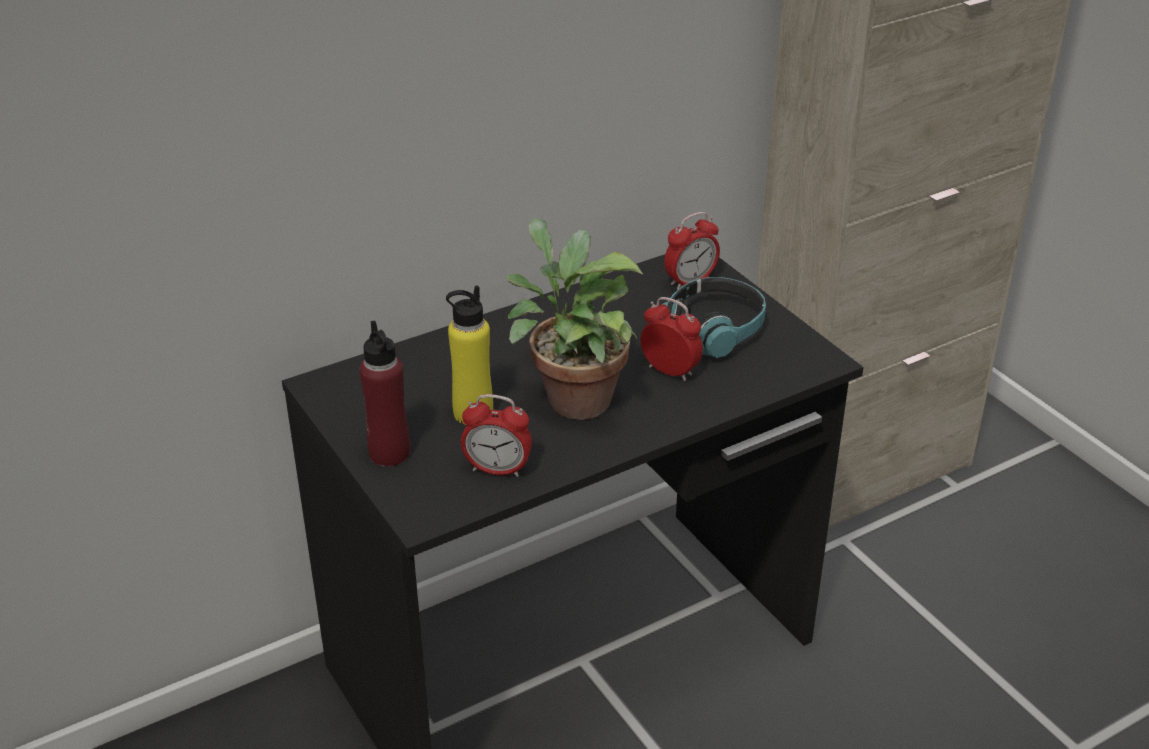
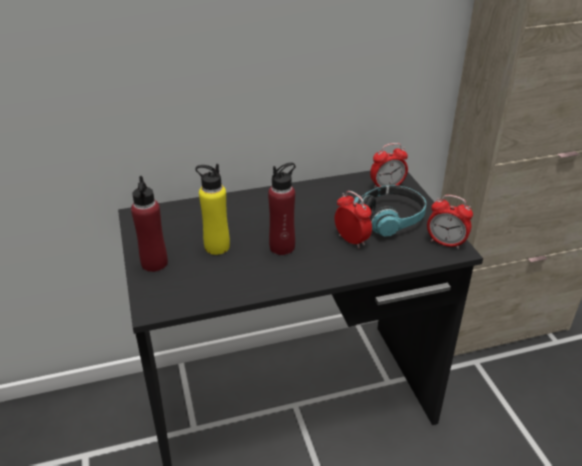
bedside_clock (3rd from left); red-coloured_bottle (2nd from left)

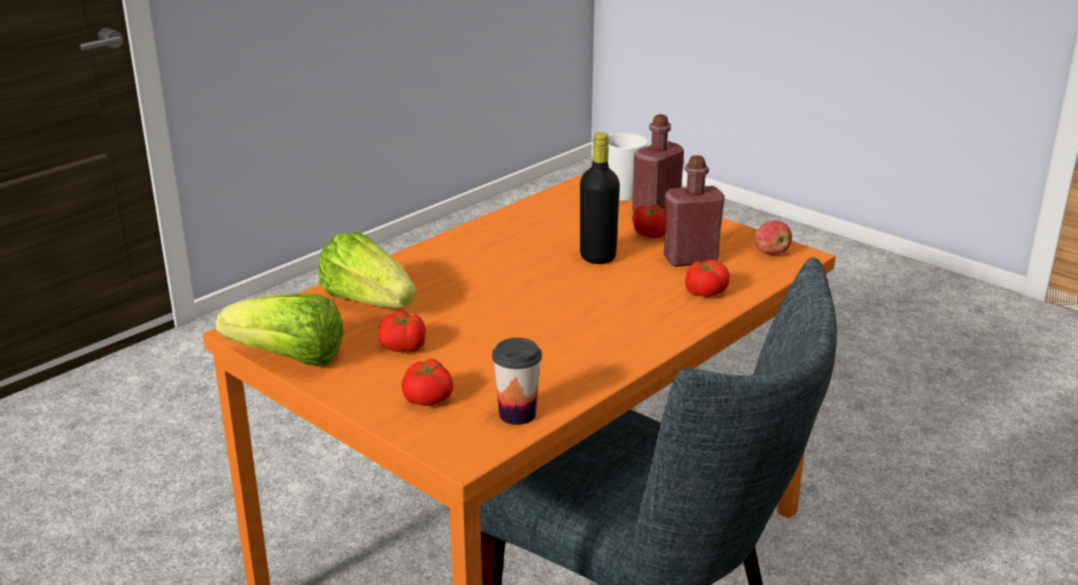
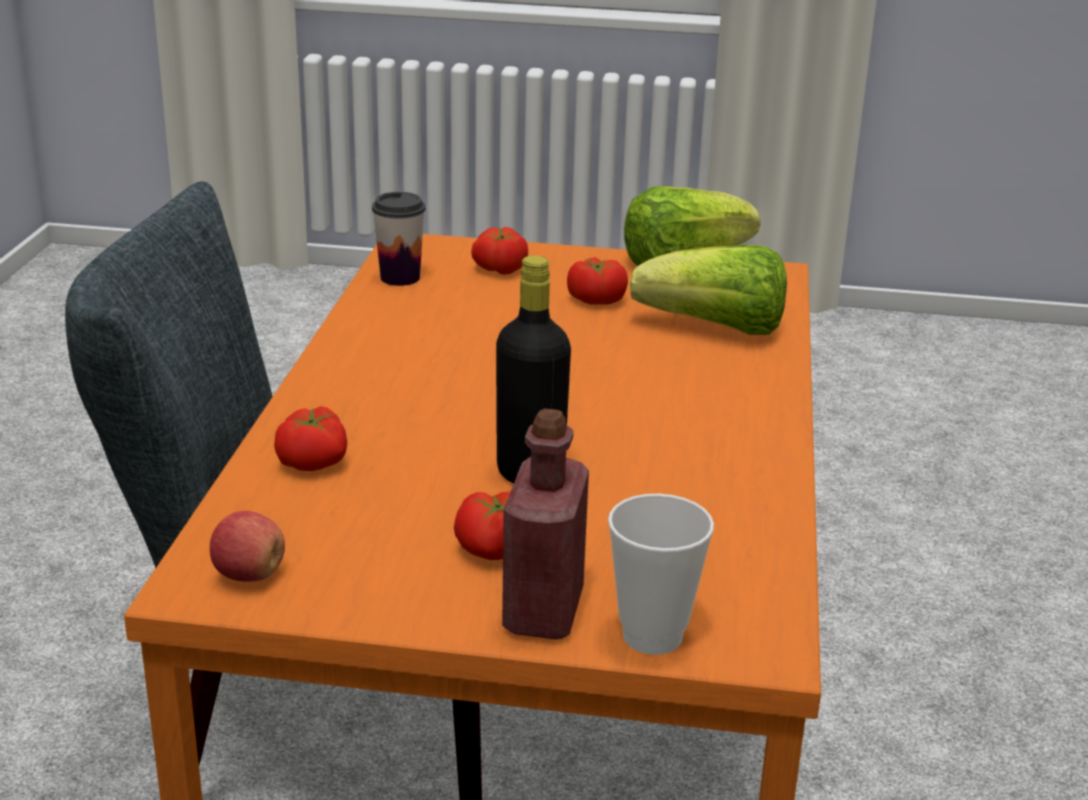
red-coloured_bottle (2nd from left in the first image)

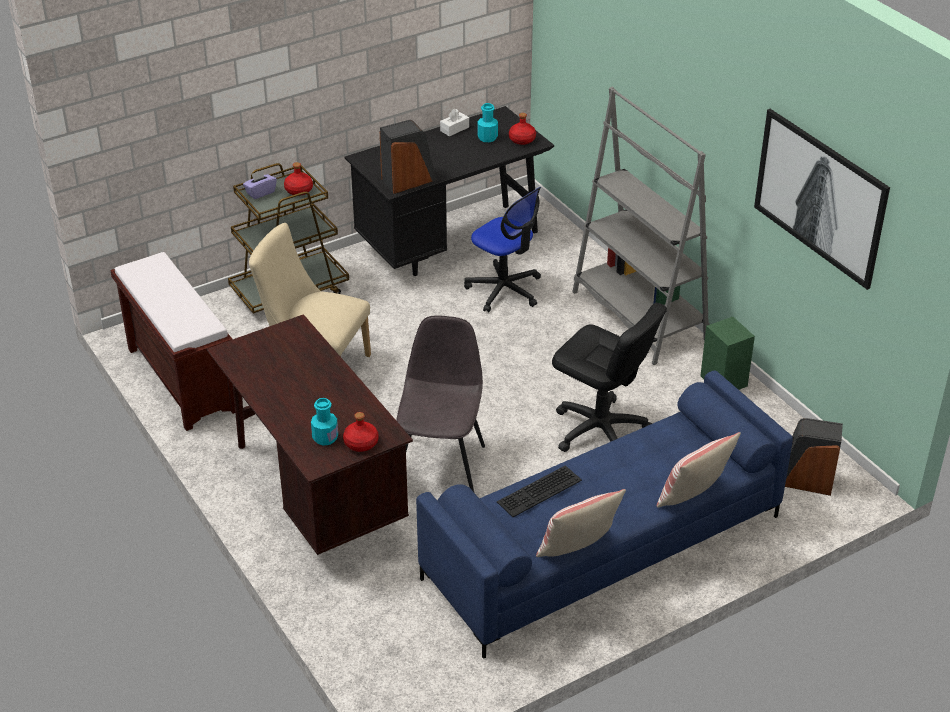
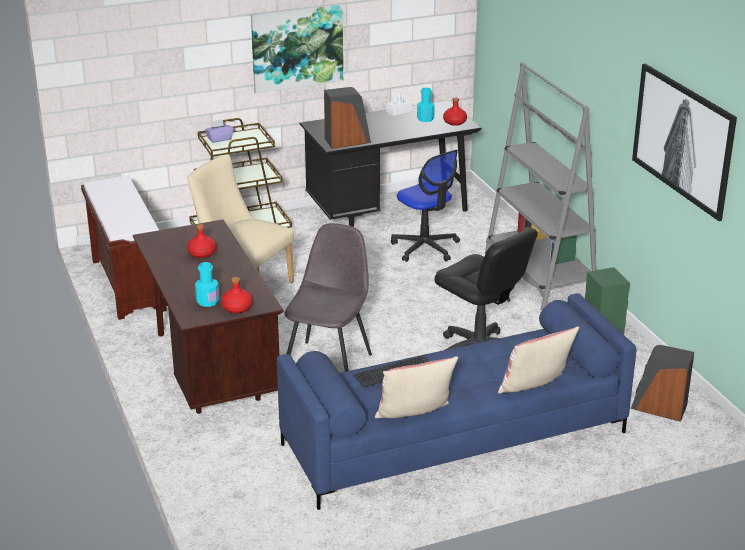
red-coloured_bottle (1st from left); wall_picture (1st from left)

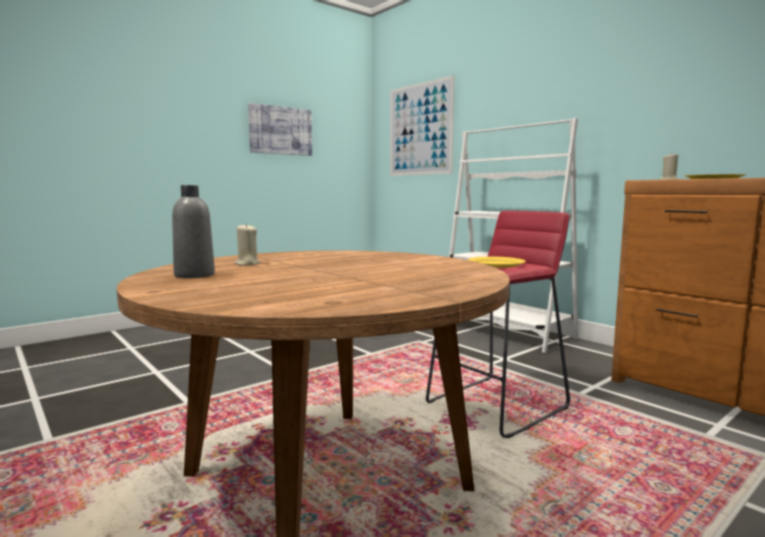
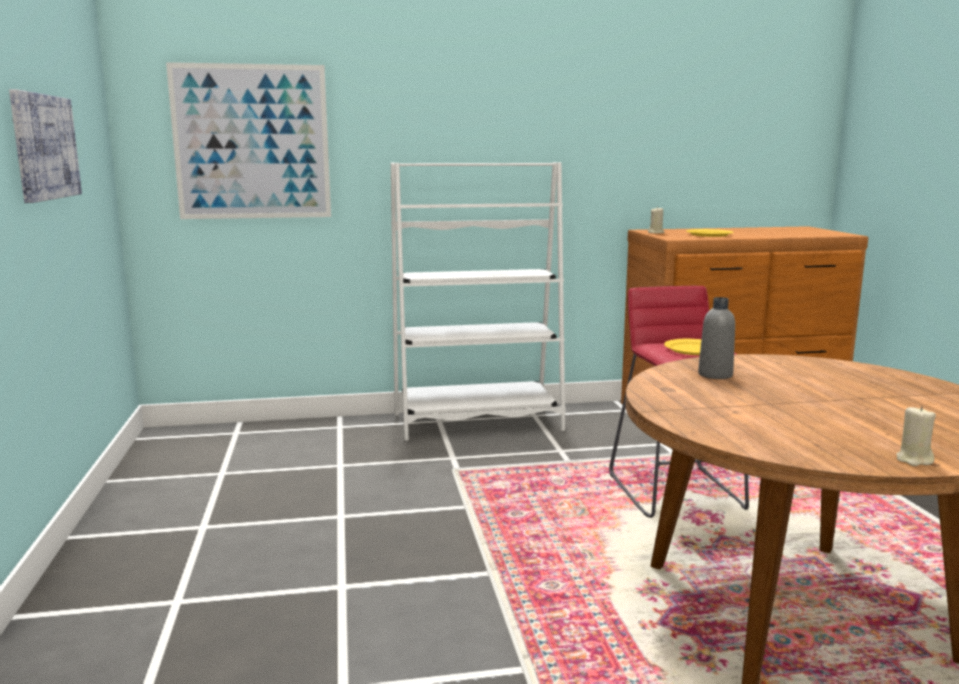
gray_bottle; beige-coloured_wax_light (2nd from left)

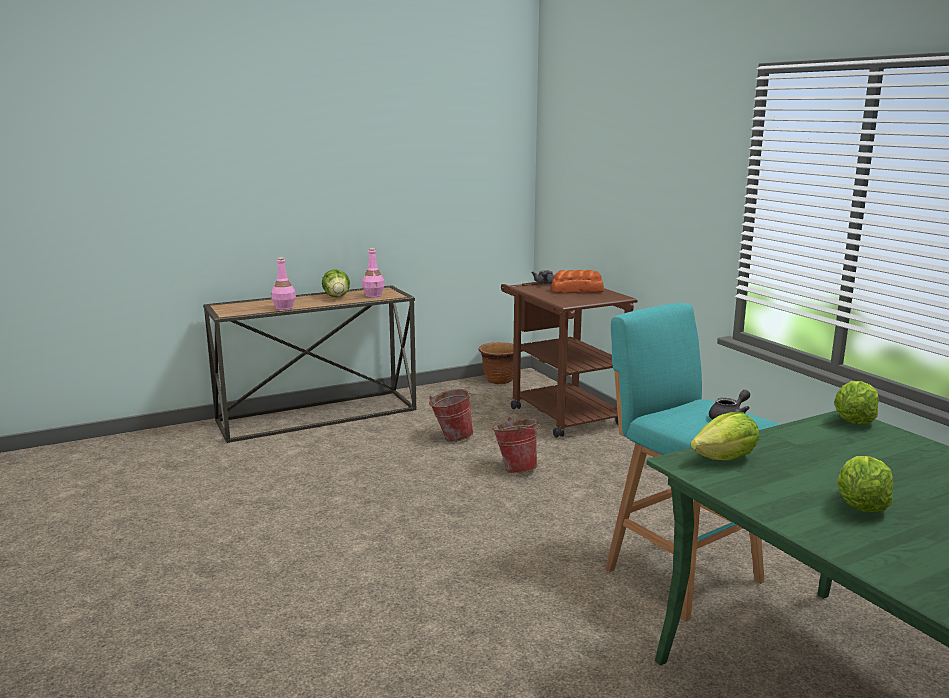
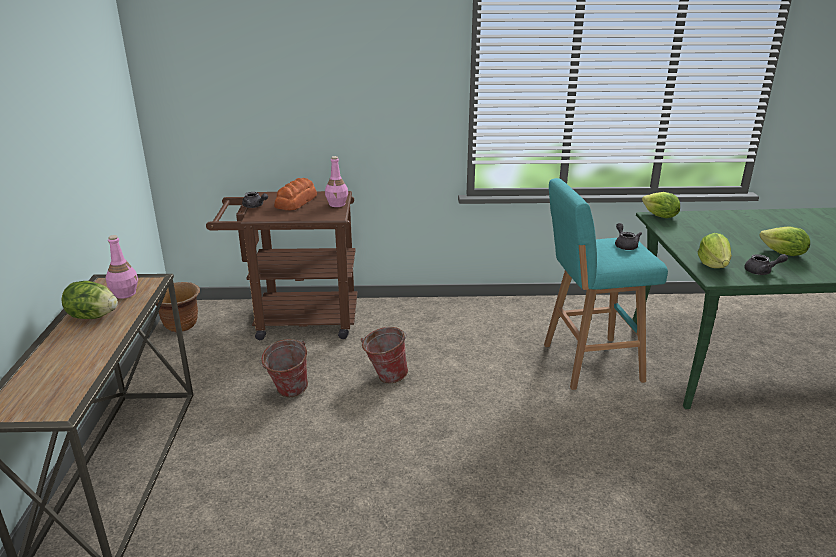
pink-coloured_bottle (2nd from left); gray_pot_for_tea (3rd from left)

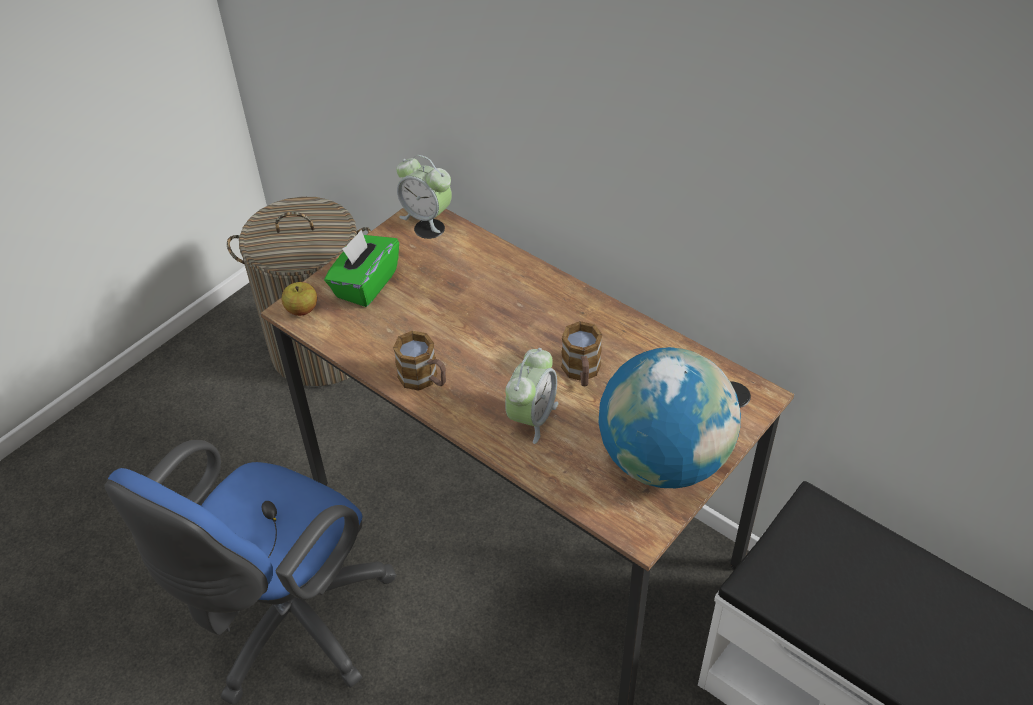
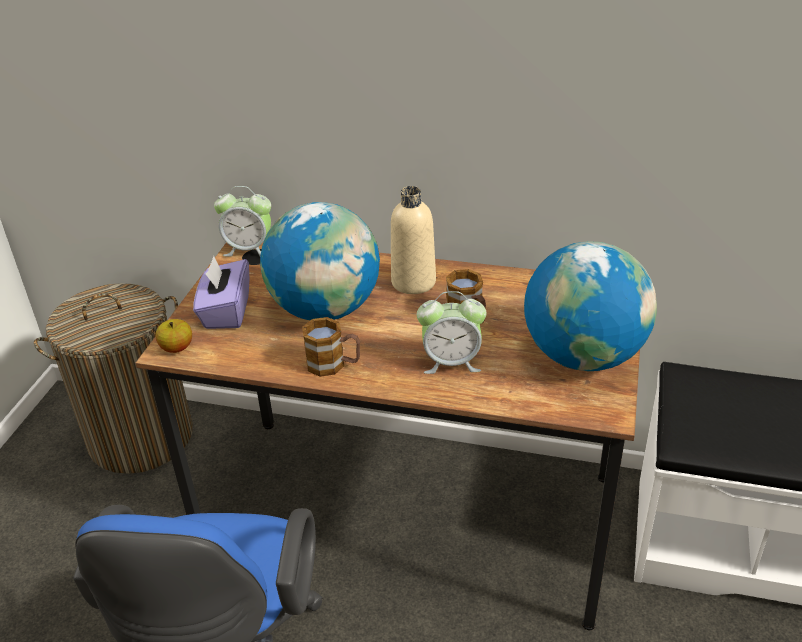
purple-coloured_tissue_holder; bedside_clock (2nd from left); world_globe (1st from left); beige-coloured_bottle

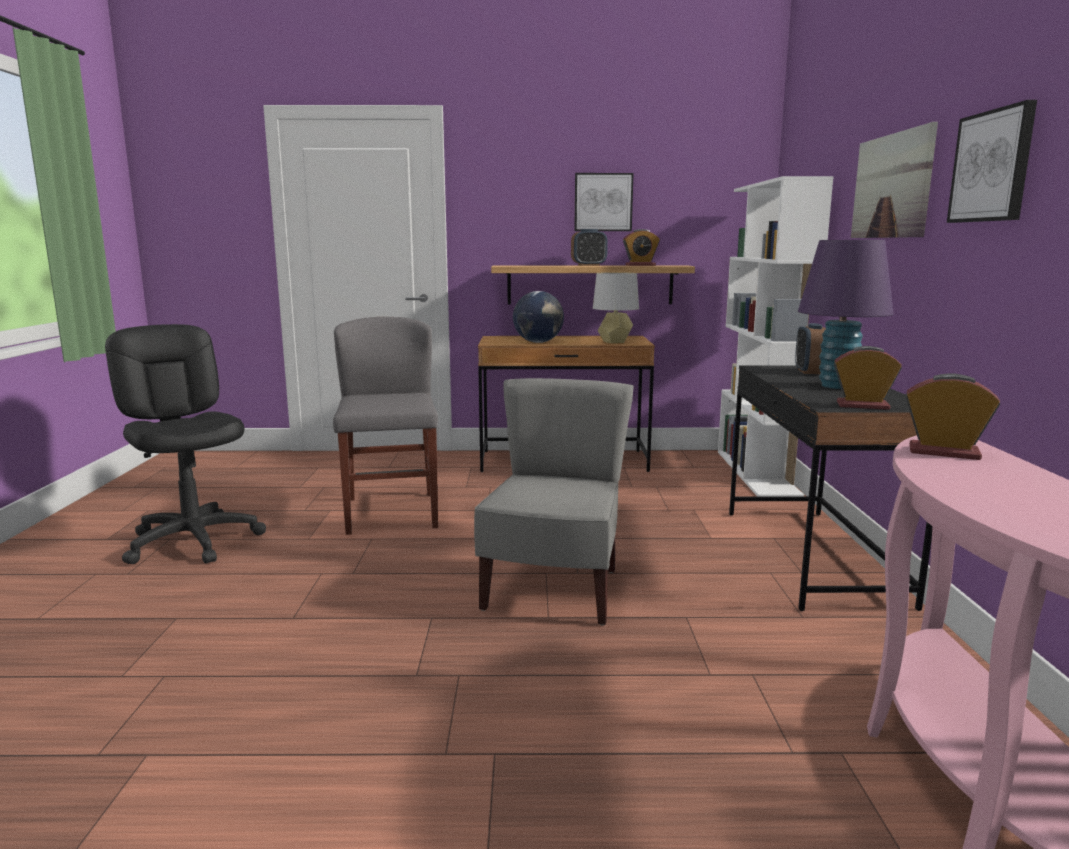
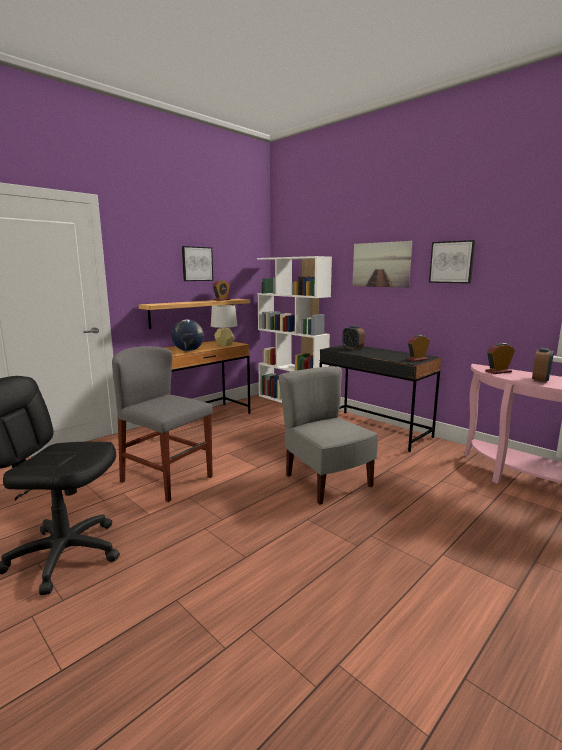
bedside_clock (5th from left); purple-coloured_table_lamp

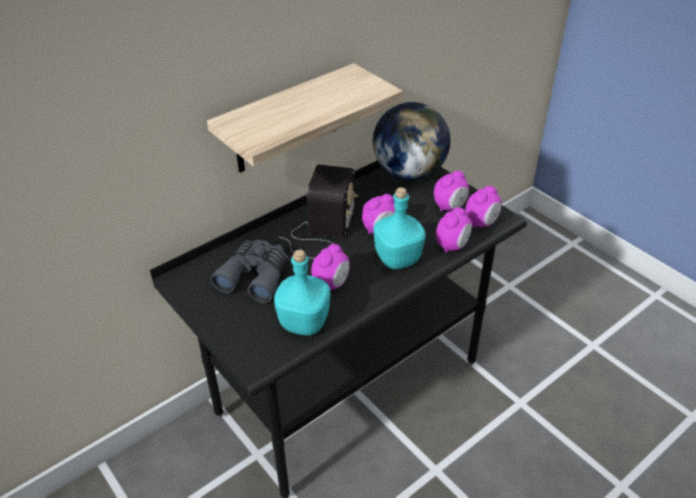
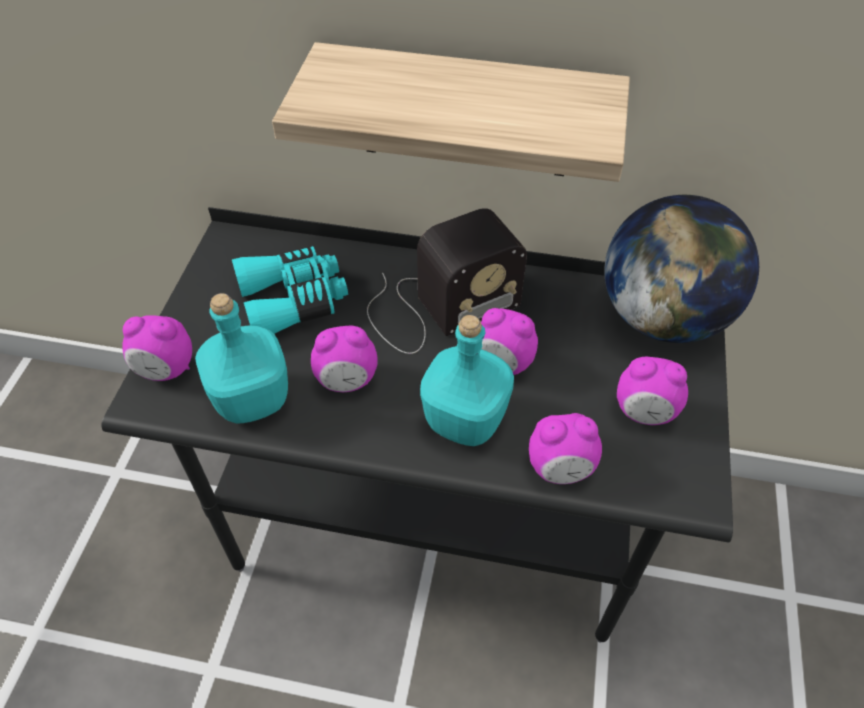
turquoise-coloured_pair_of_binoculars; bedside_clock (1st from left)

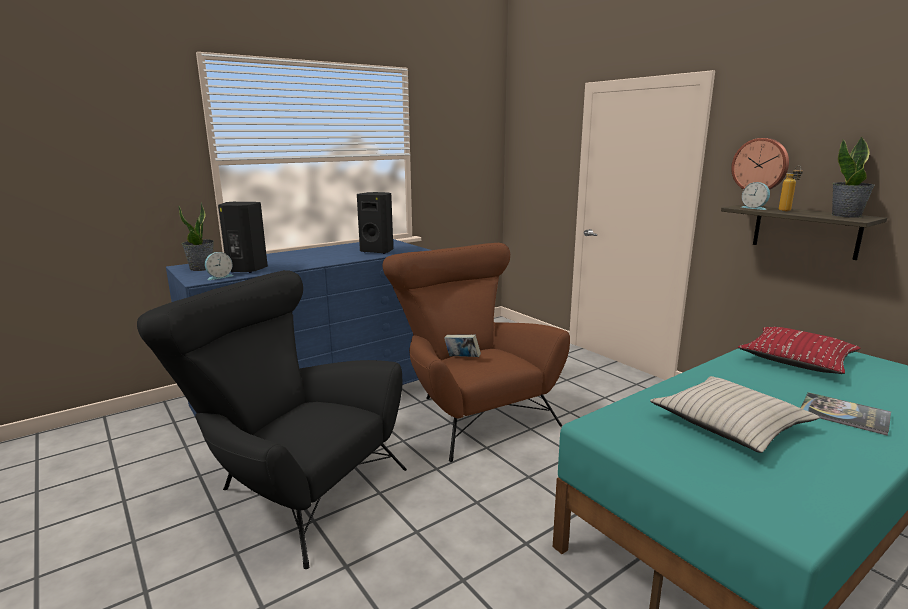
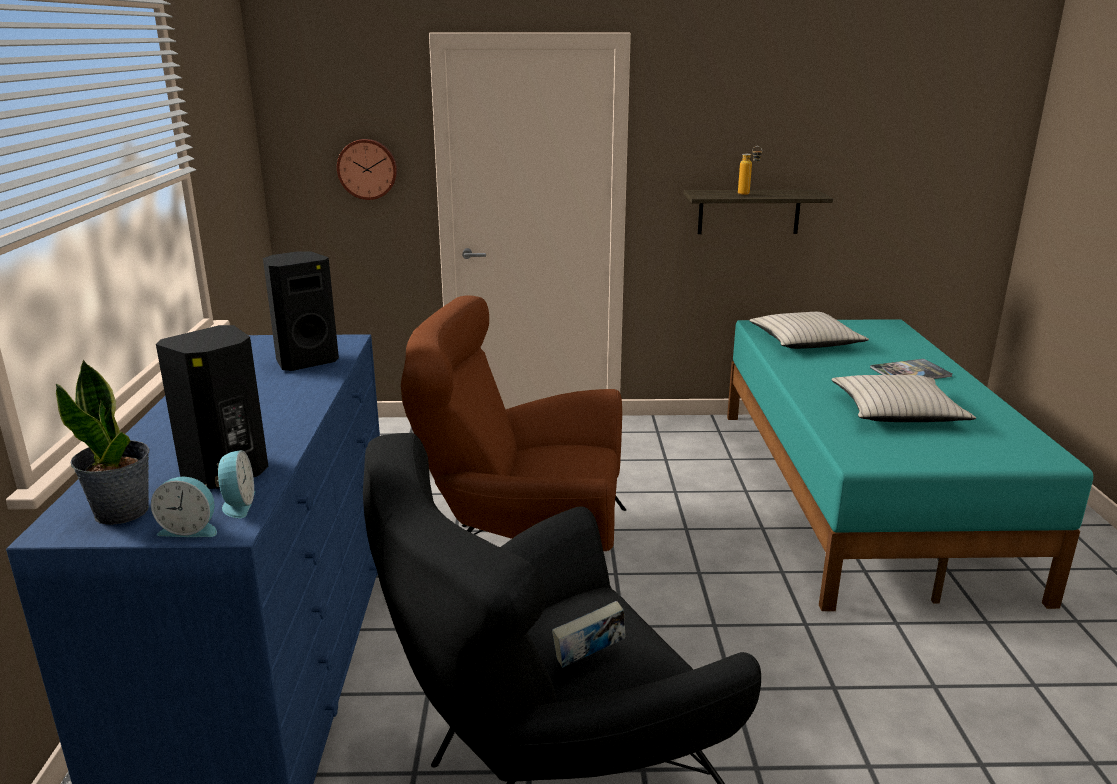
volume (1st from left); hanging_clock; beige-coloured_throw_pillow (1st from left); bedside_clock (1st from left); potted_plant (2nd from left in the first image)

